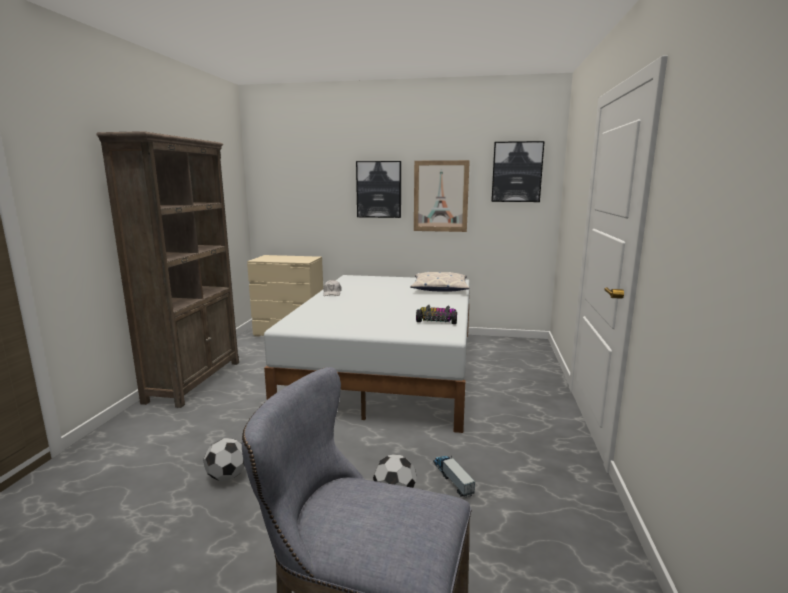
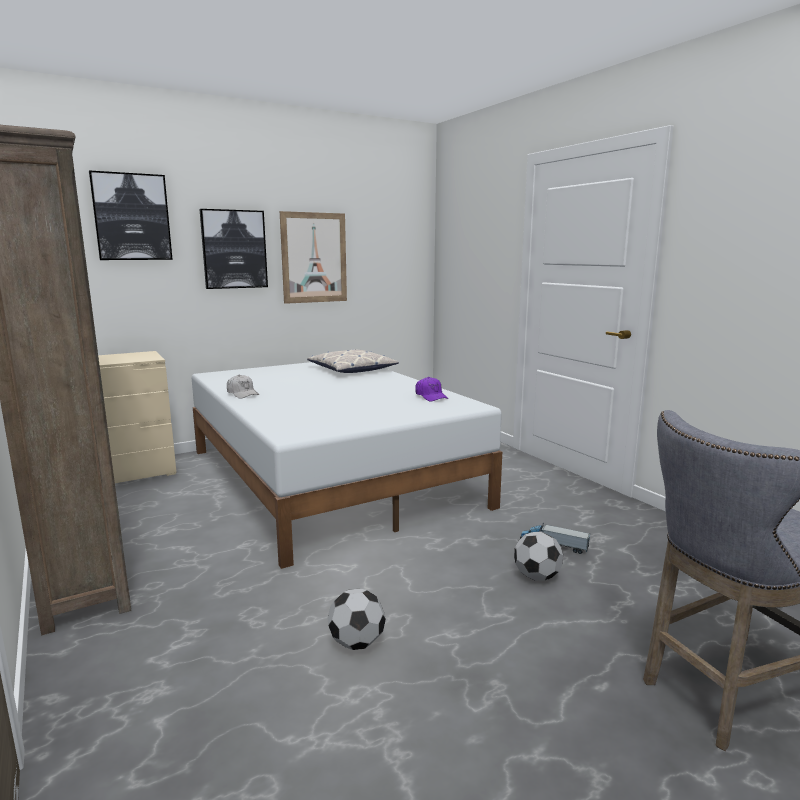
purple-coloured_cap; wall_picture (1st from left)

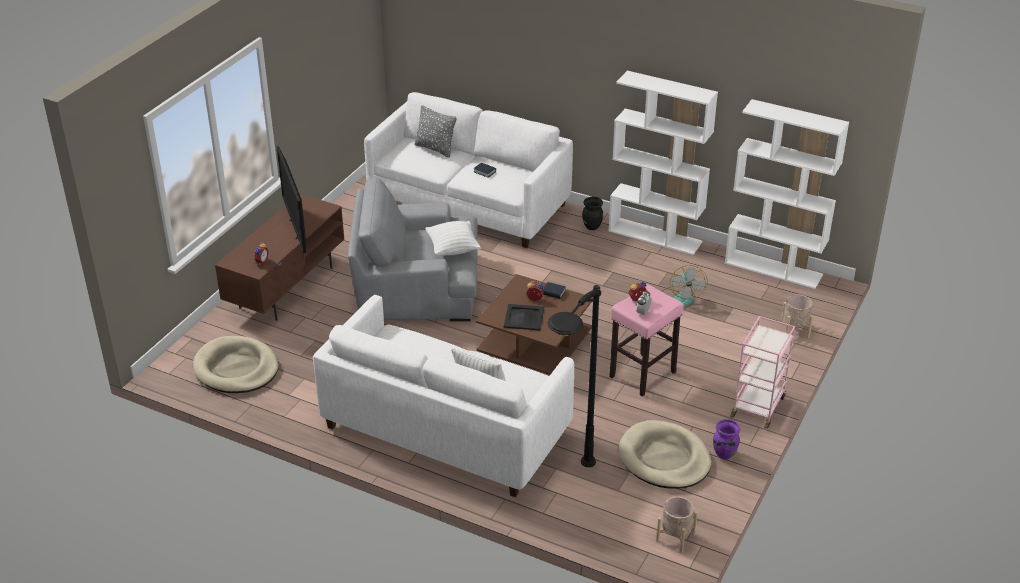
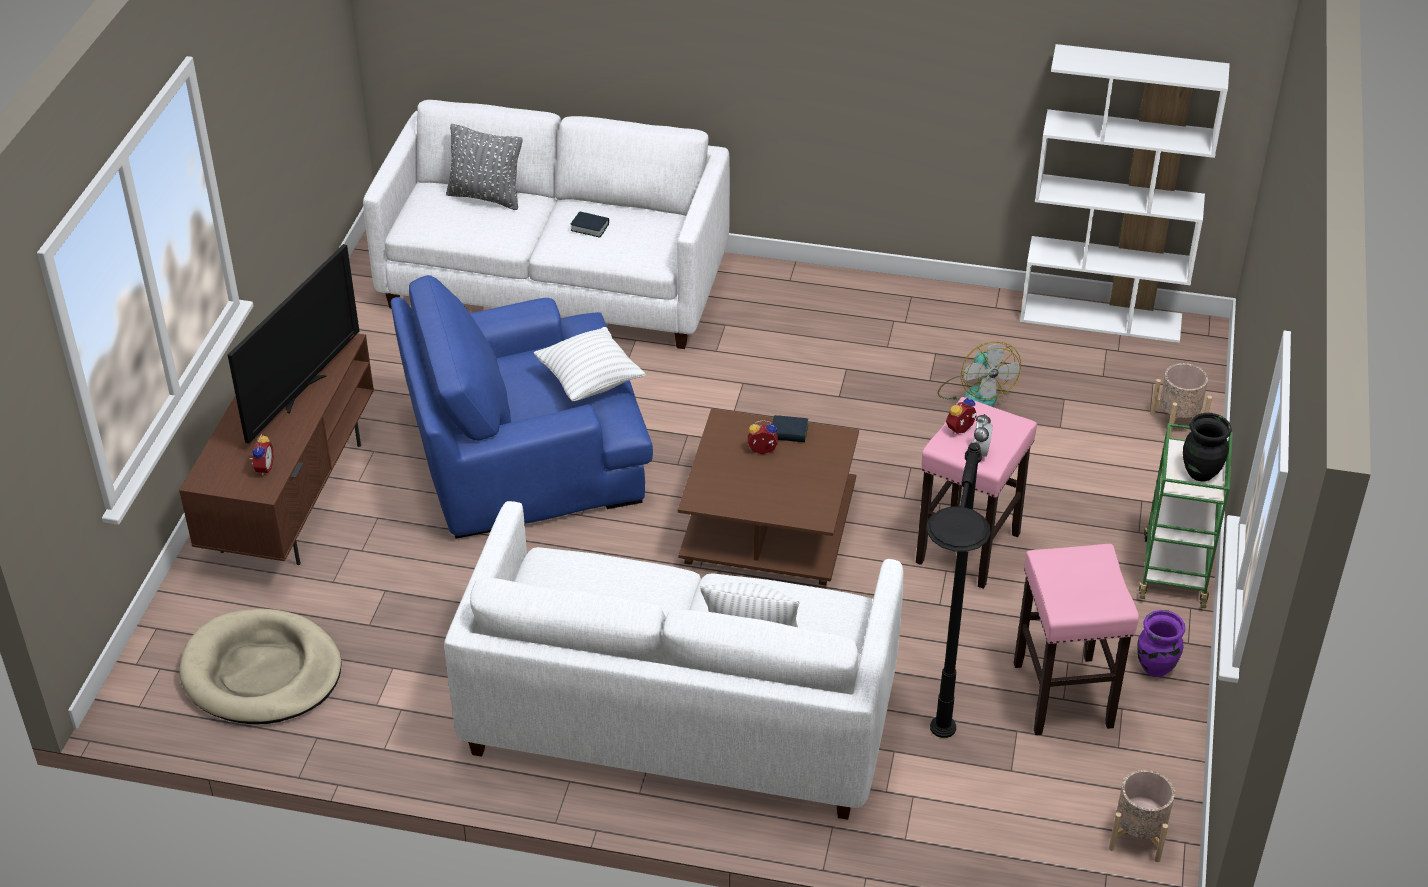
TV; bluish_easy_chair; black_tray; black_flower_vase; white_bookcase (1st from left in the first image); pink-coloured_stool (2nd from left); green_wheeled_cart

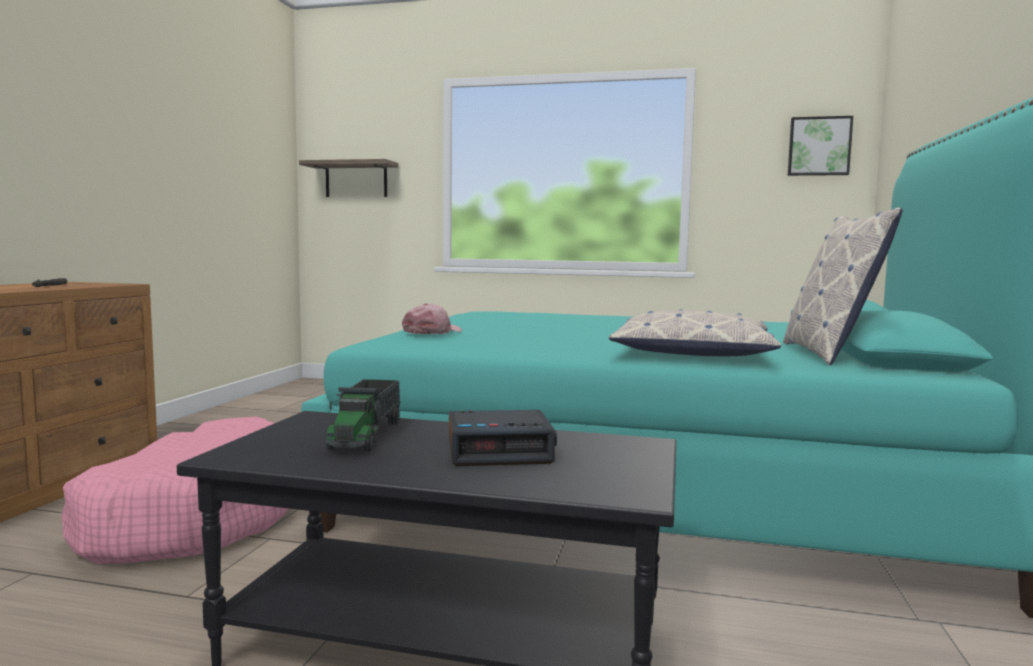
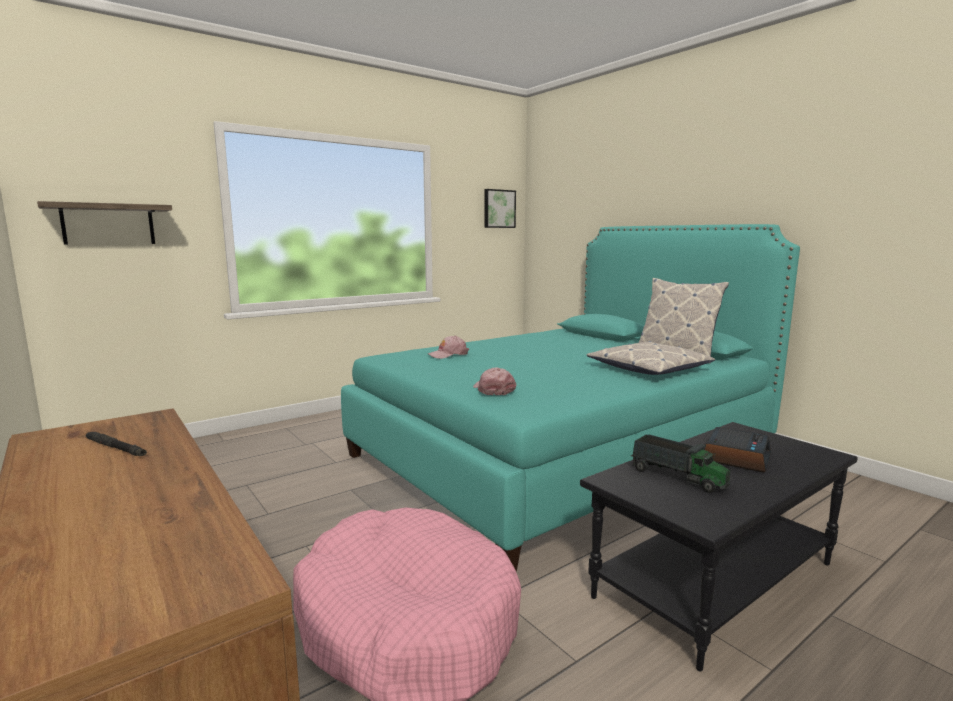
pink-coloured_cap (1st from left)

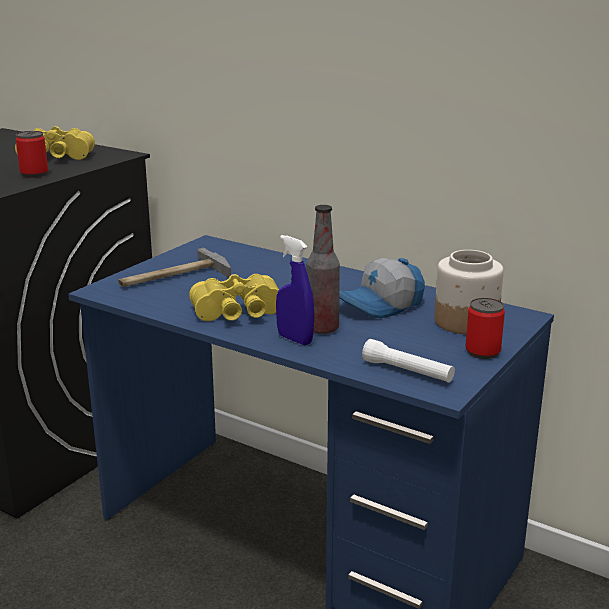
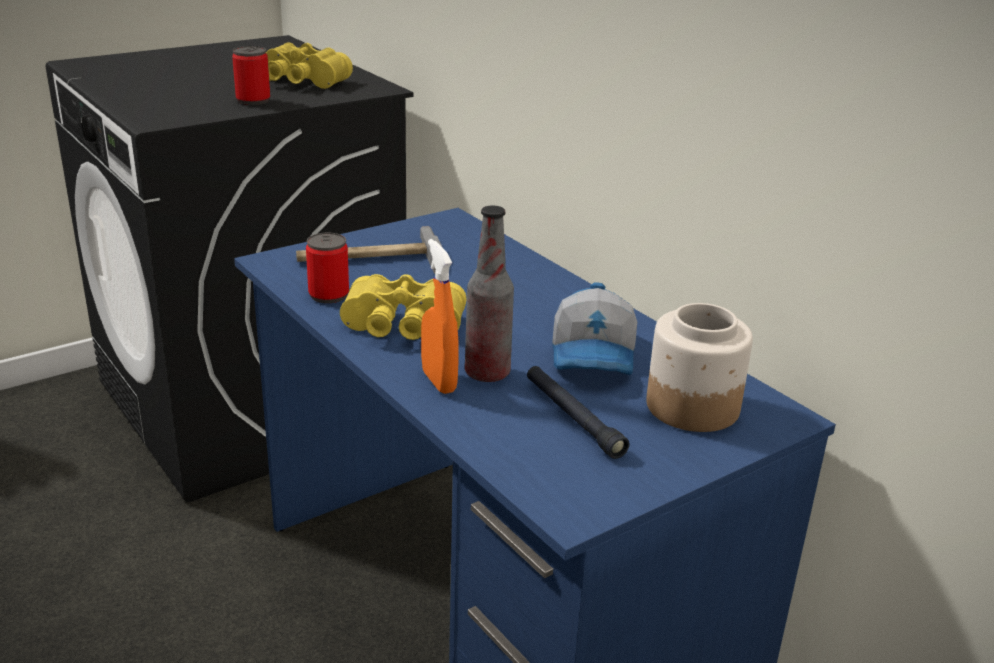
orange_sprayer; cap; white_flashlight; metal_can (2nd from left); black_flashlight

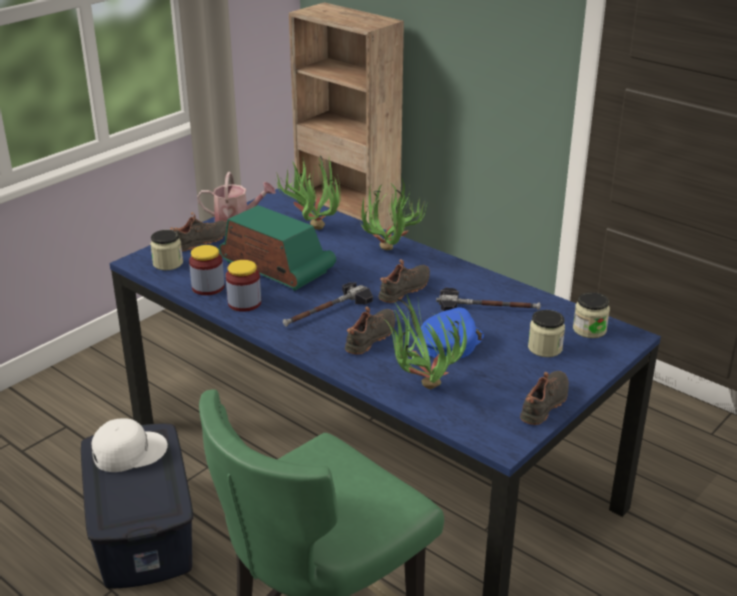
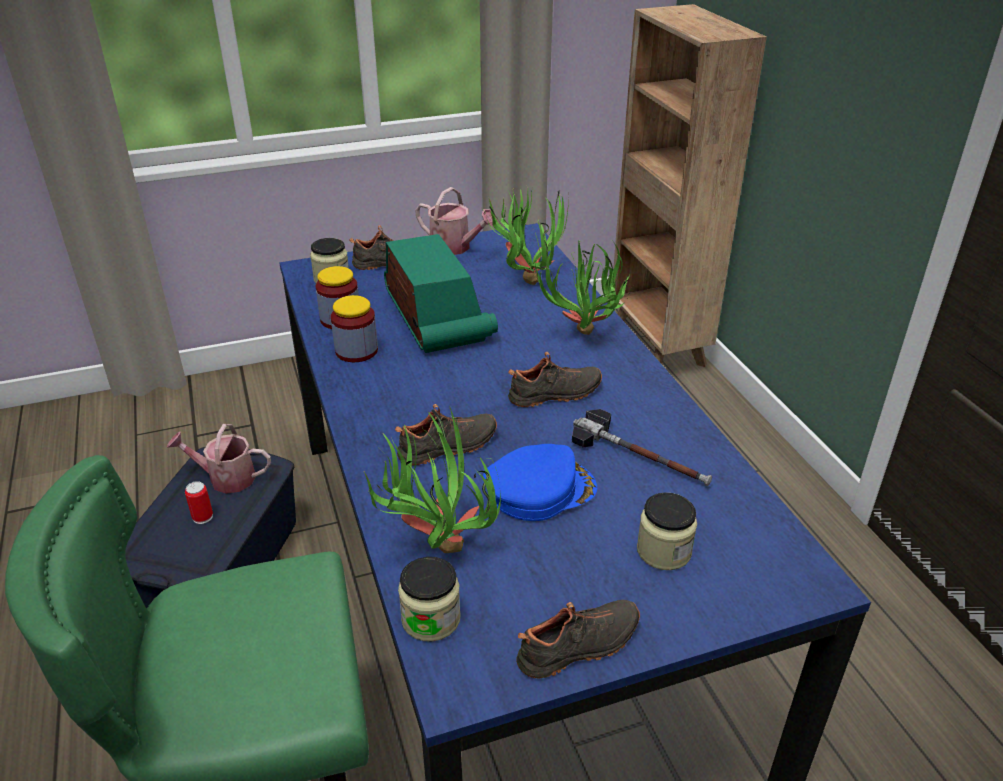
watering_pot (1st from left); hand_hammer (1st from left in the first image); storage_jar (4th from left); metal_can

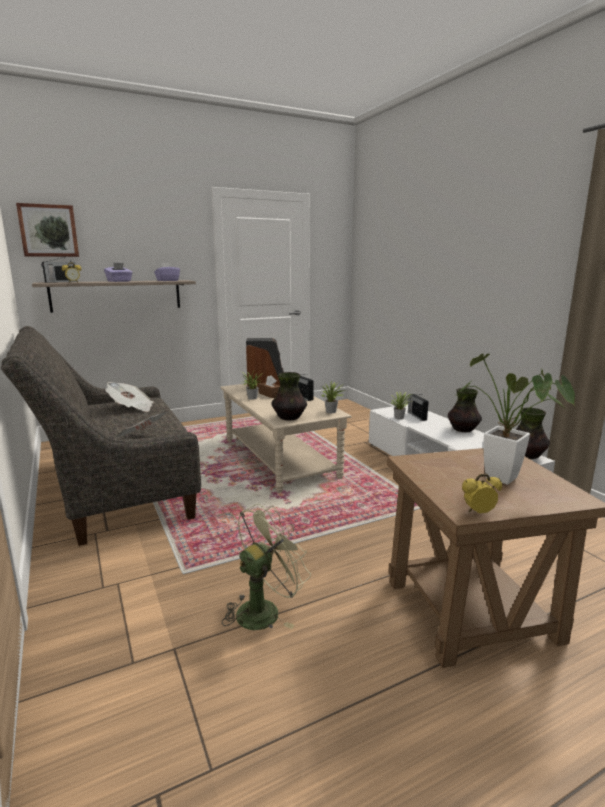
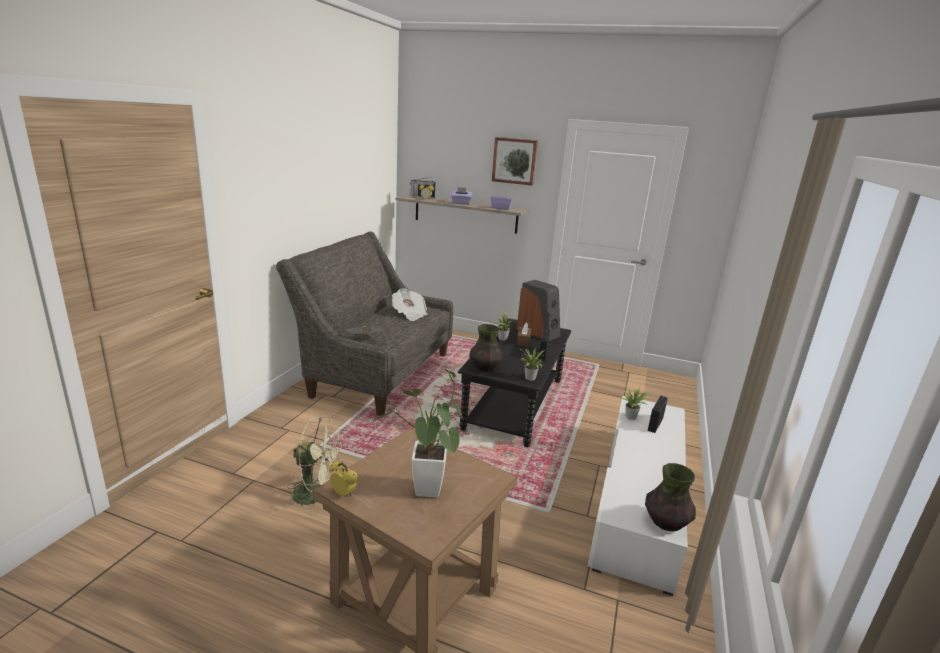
wall_picture; black_low_table; flower_vase (2nd from left in the first image)

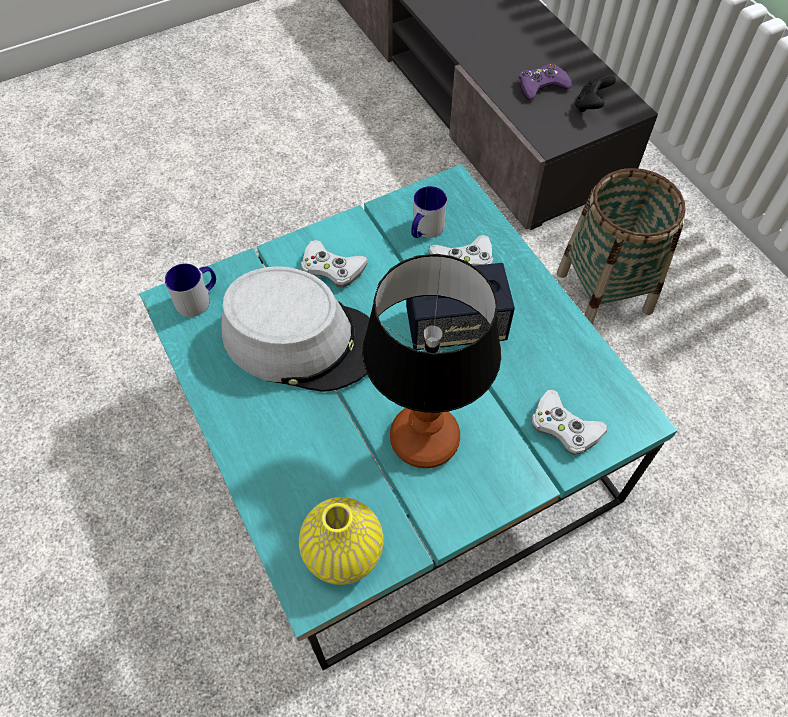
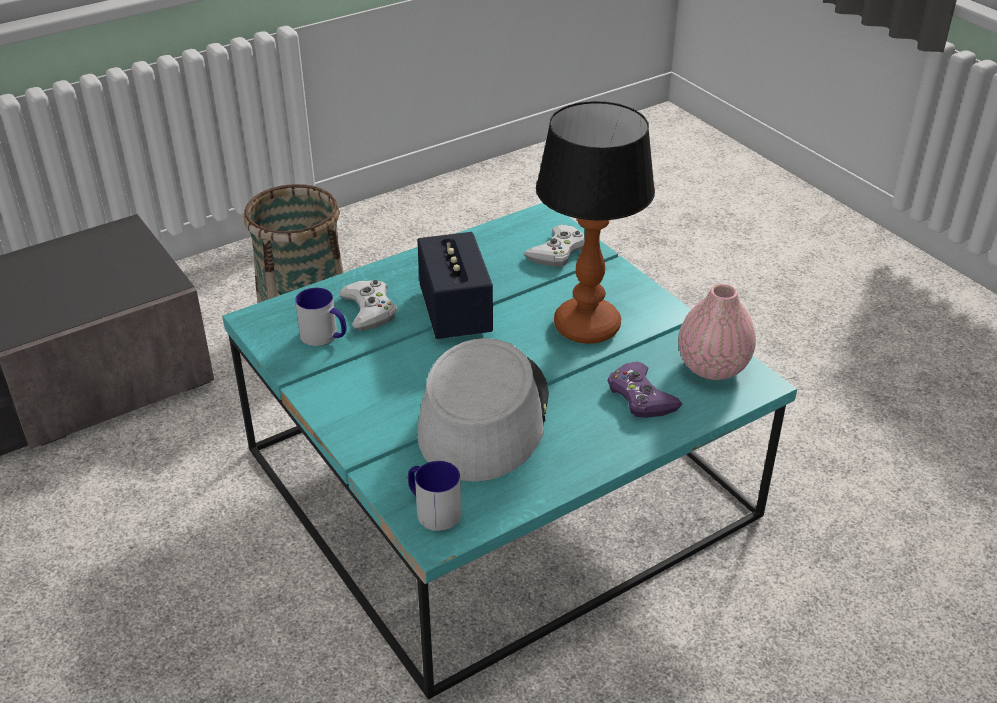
pink-coloured_flower_vase; white_joypad (1st from left in the first image); purple-coloured_joypad; black_joypad

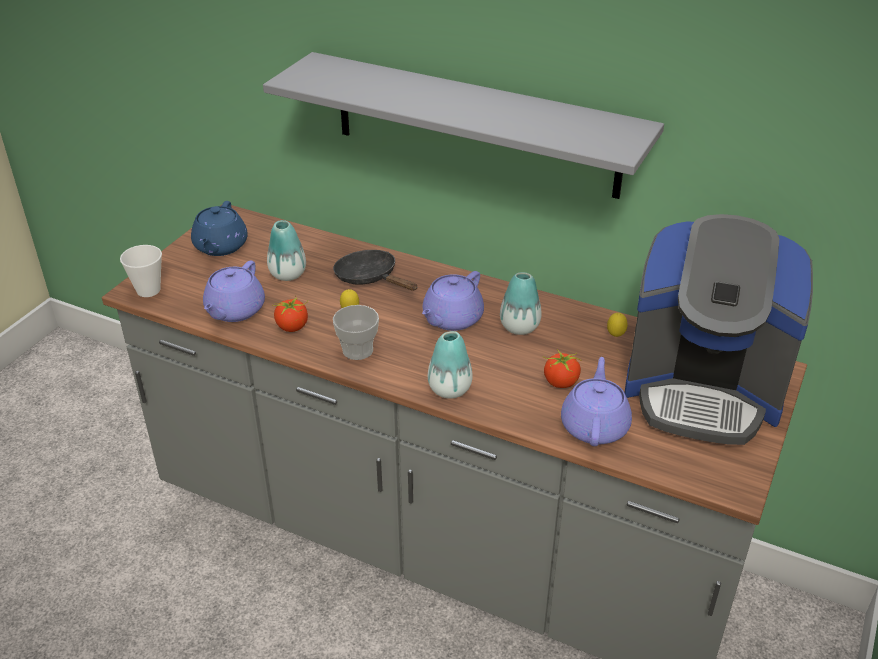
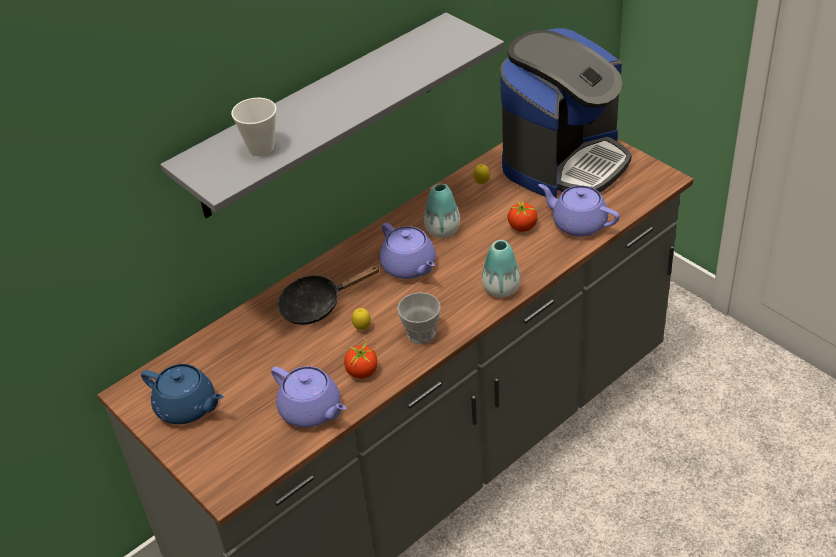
cup (1st from left); flower_vase (1st from left in the first image)

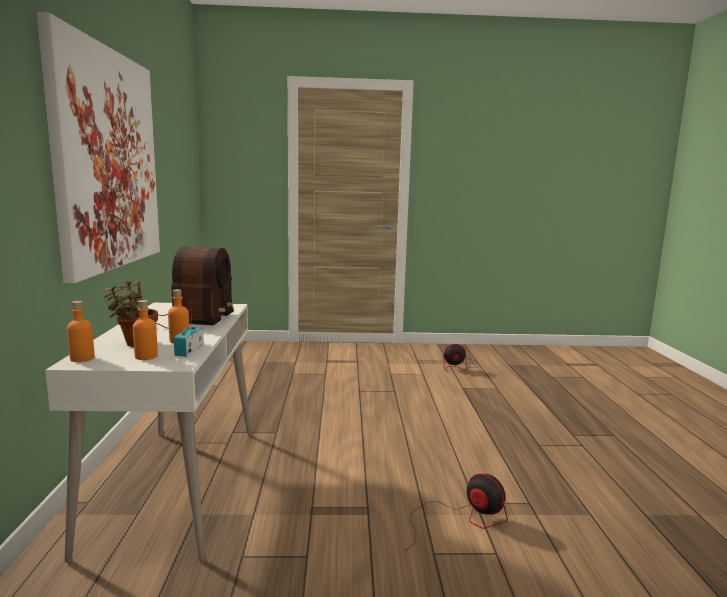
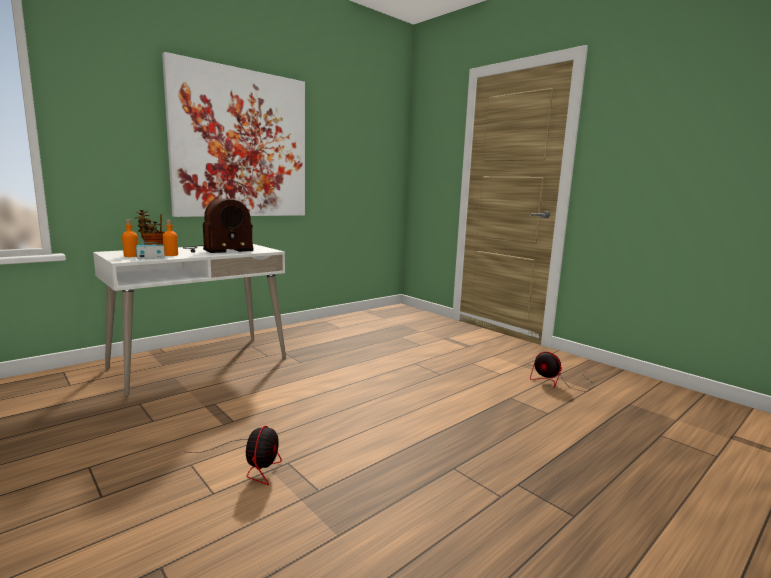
orange_bottle (1st from left in the first image)

